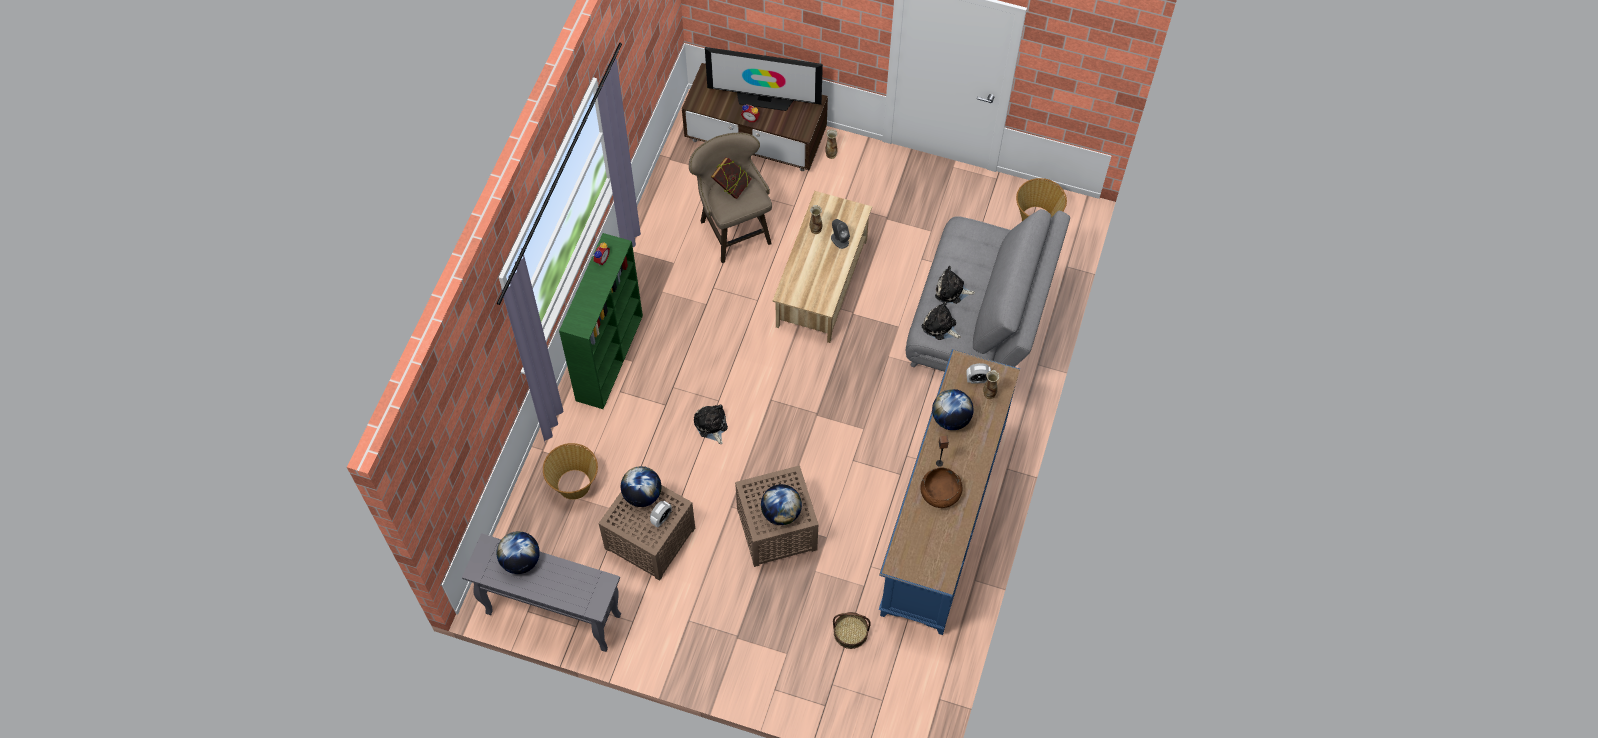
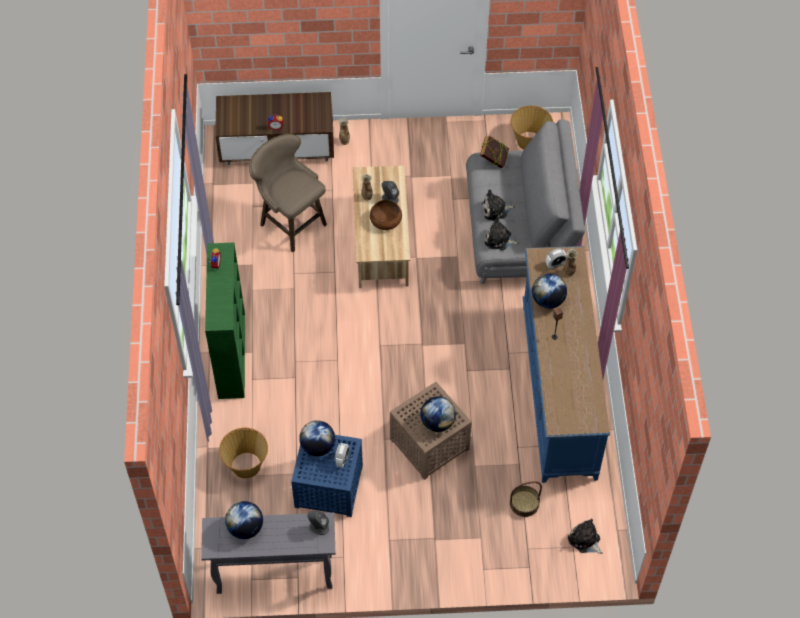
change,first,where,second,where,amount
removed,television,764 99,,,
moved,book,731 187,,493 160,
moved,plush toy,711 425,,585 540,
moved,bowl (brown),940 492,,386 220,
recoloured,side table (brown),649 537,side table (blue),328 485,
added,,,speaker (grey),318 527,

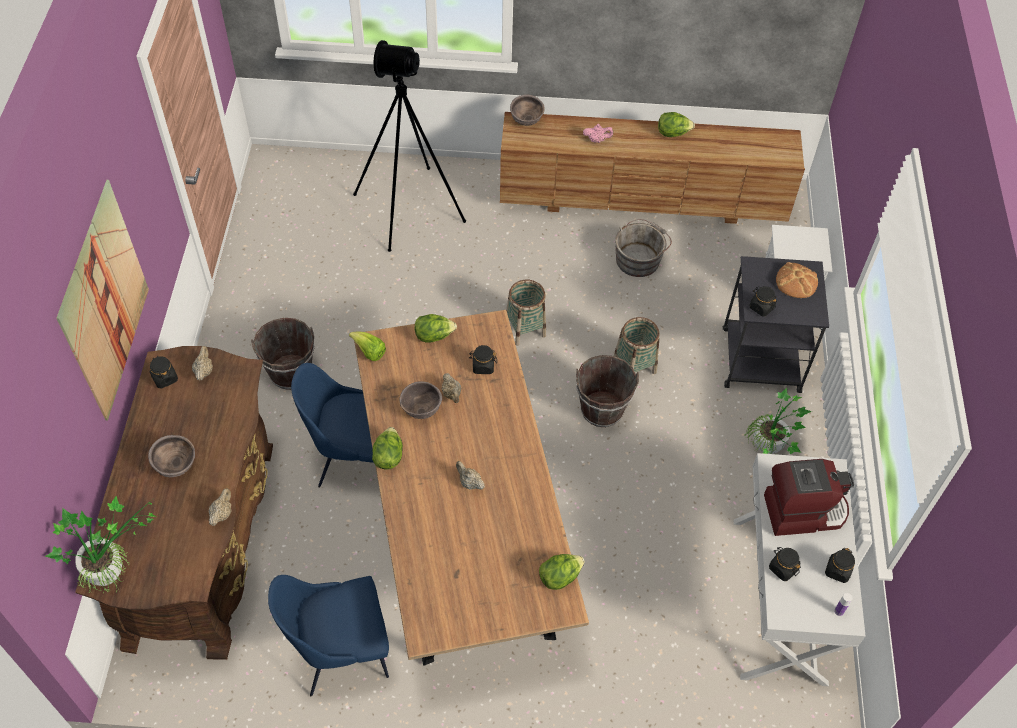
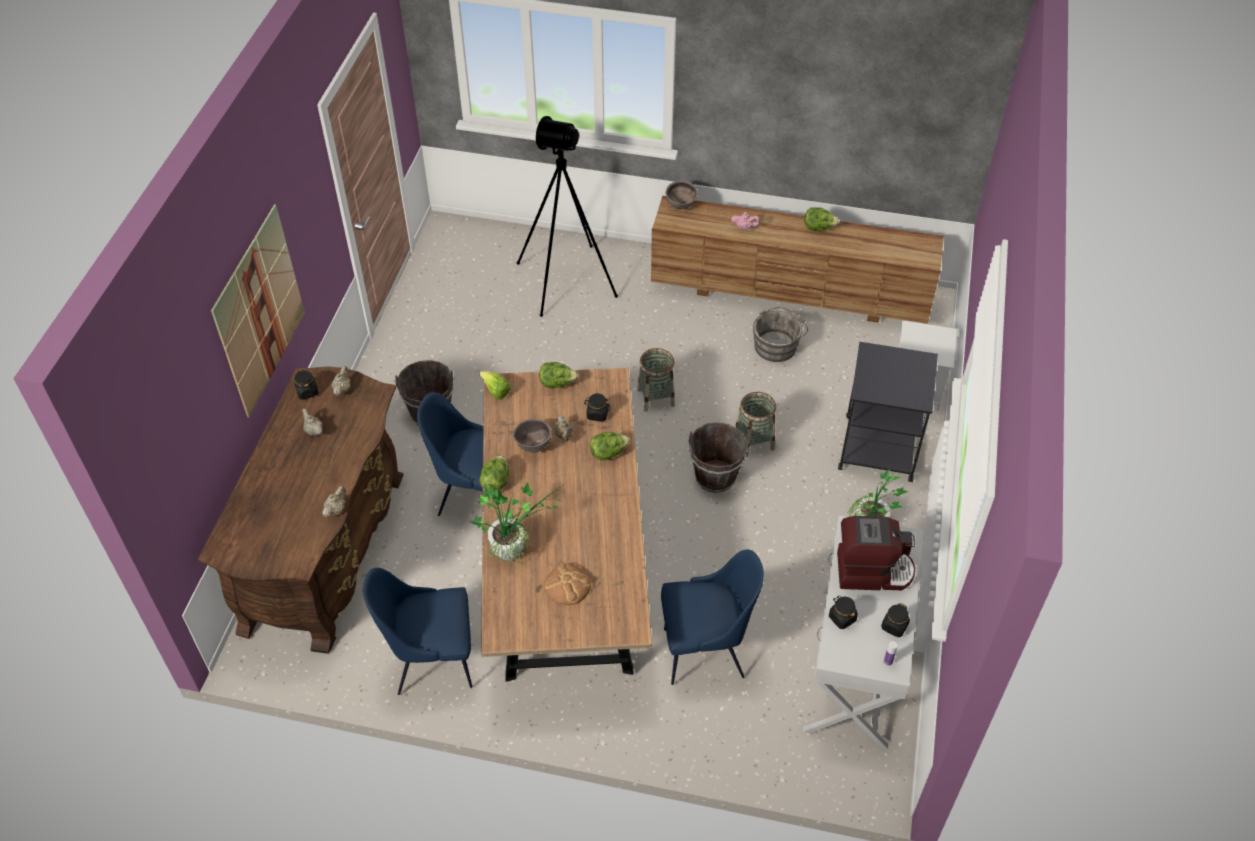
change,first,where,second,where,amount
moved,bread,796 281,,567 585,
removed,jar (black),761 307,,,
removed,bowl (brown),176 467,,,
moved,teapot (beige),469 483,,313 430,
moved,potted plant,113 567,,514 547,
moved,lettuce,560 577,,608 453,
added,,,chair (blue),704 653,

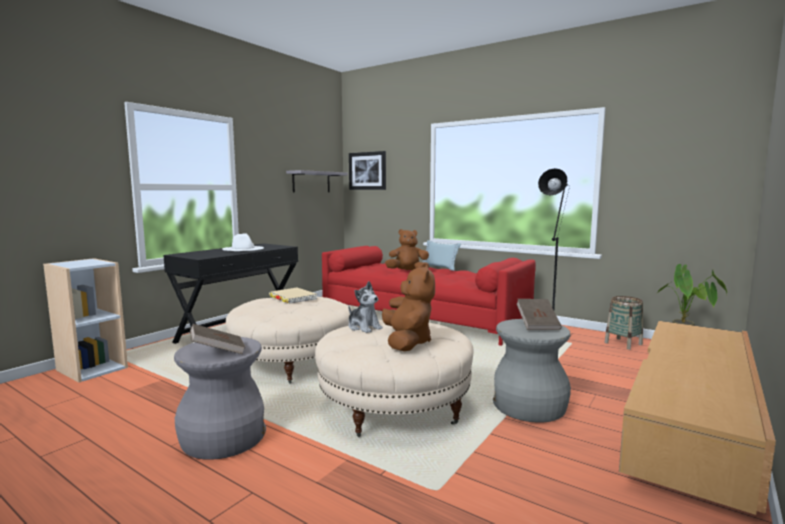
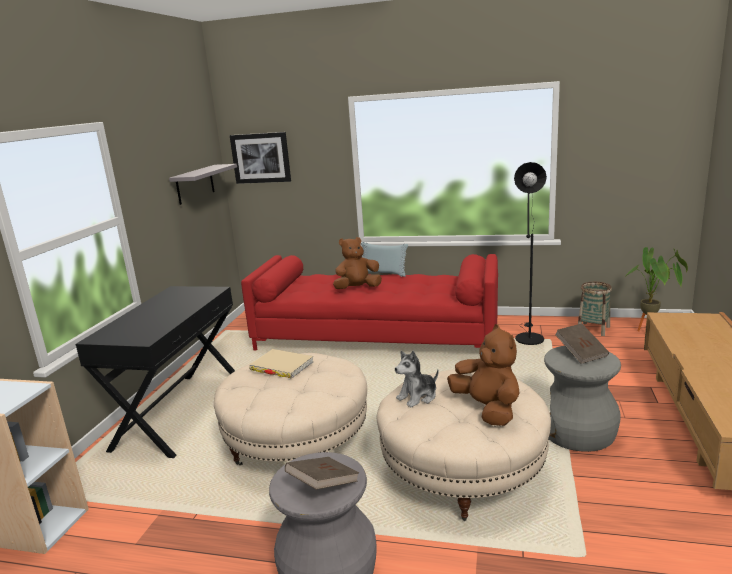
change,first,where,second,where,amount
removed,hat (white),243 248,,,
turned,plush toy,364 327,,418 397,120 degrees clockwise

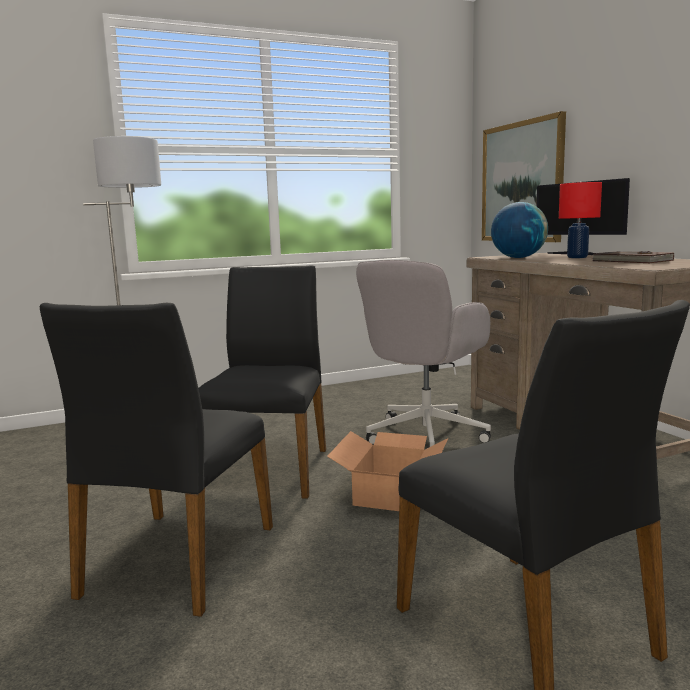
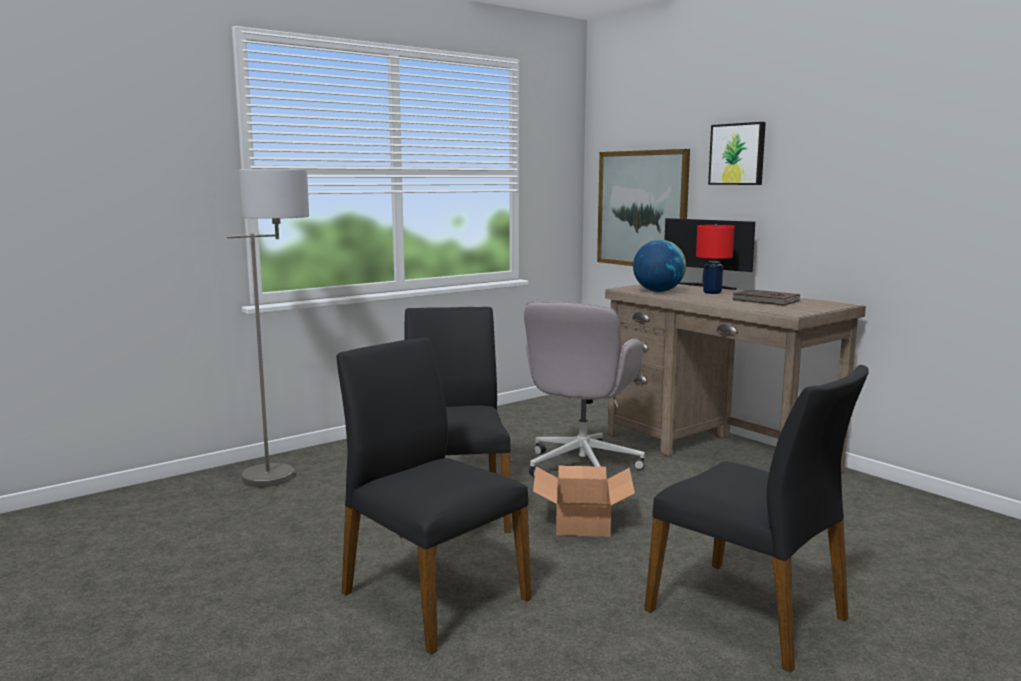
change,first,where,second,where,amount
turned,chair (black),177 560,,431 596,135 degrees clockwise
added,,,picture,737 154,

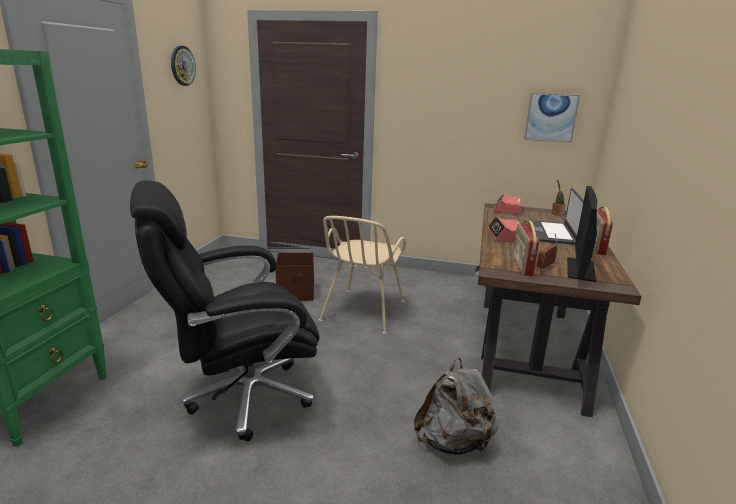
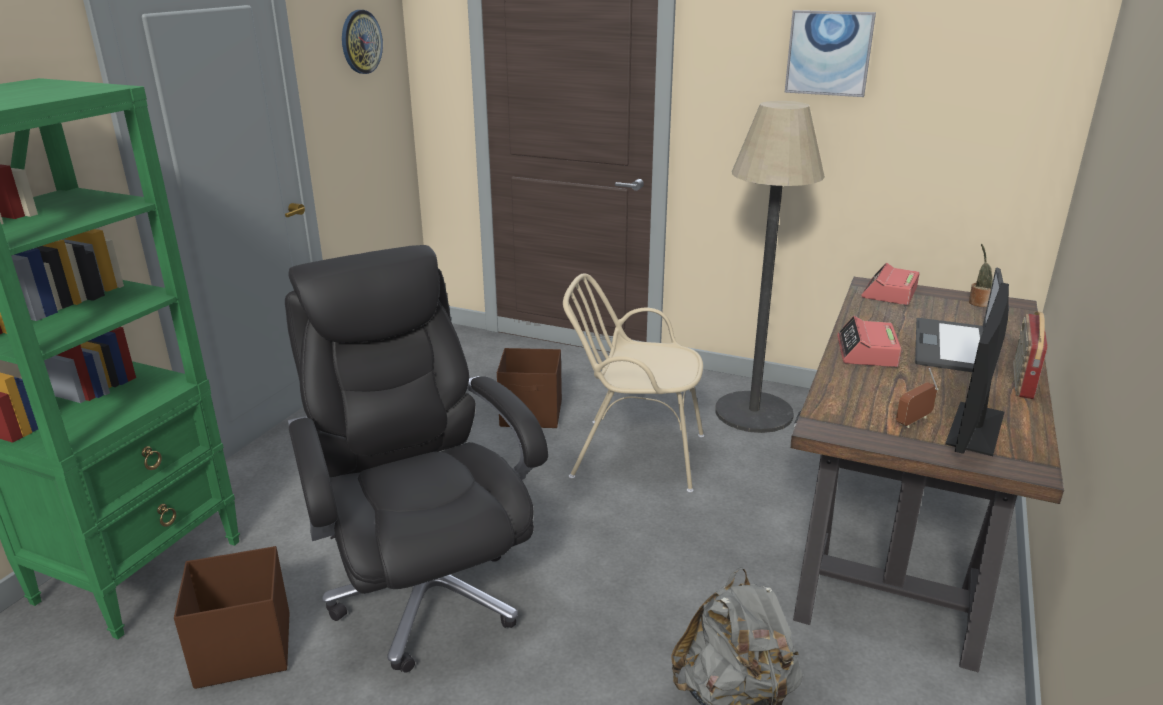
change,first,where,second,where,amount
moved,picture,551 117,,829 53,
turned,office chair (black),242 399,,425 593,75 degrees clockwise
turned,chair (beige),362 312,,632 454,75 degrees clockwise
removed,radio,521 265,,,
added,,,floor lamp,753 412,
added,,,storage box (brown),242 650,

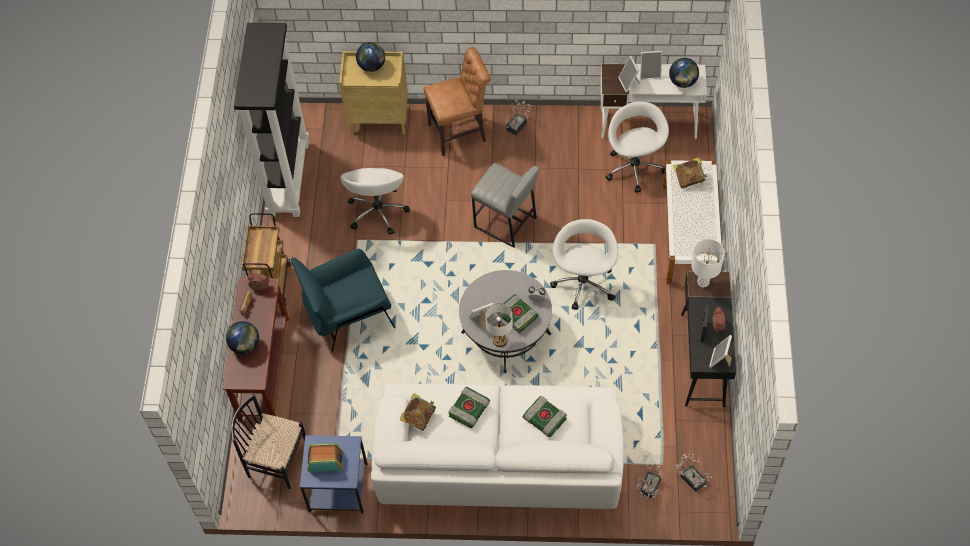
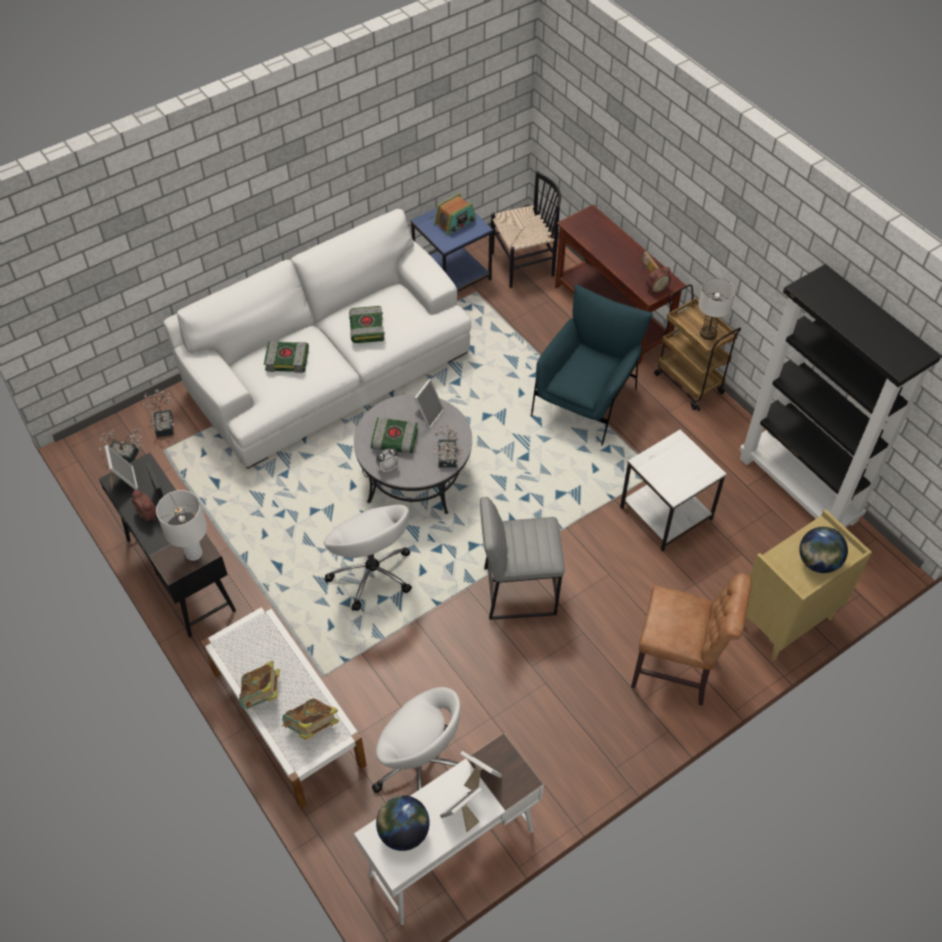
change,first,where,second,where,amount
turned,chair (brown),460 132,,677 670,105 degrees counterclockwise
moved,potted plant,518 124,,447 459,
replaced,office chair (white),377 214,side table (white),666 512,
moved,table lamp,499 340,,708 333,
removed,globe,245 345,,,
moved,book,418 417,,262 694,

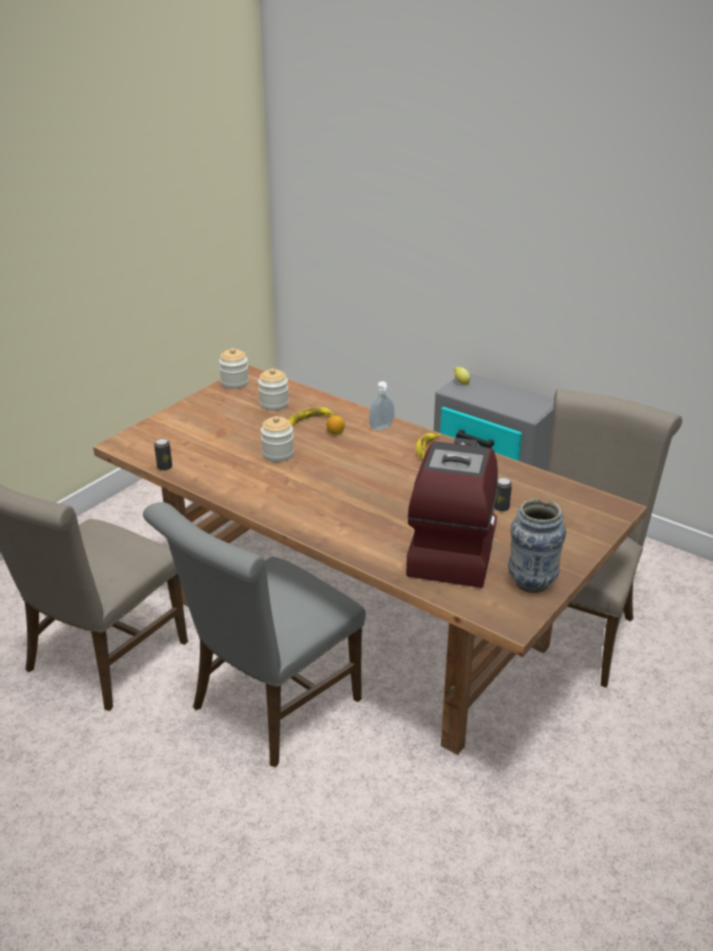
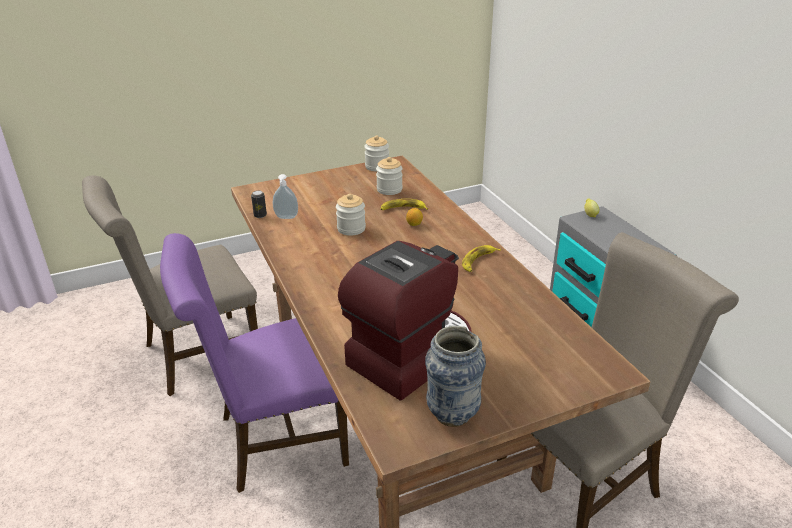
change,first,where,second,where,amount
moved,soap dispenser,382 428,,286 218,
removed,can,501 507,,,
recoloured,chair (grey),268 708,chair (purple),273 441,

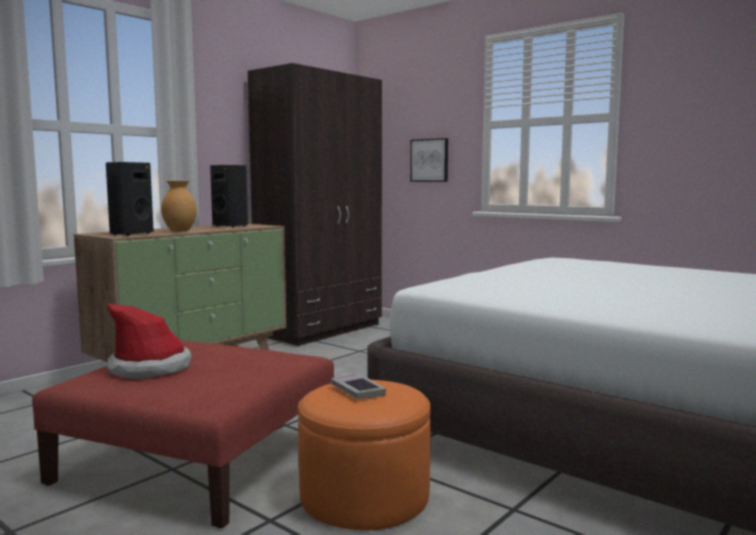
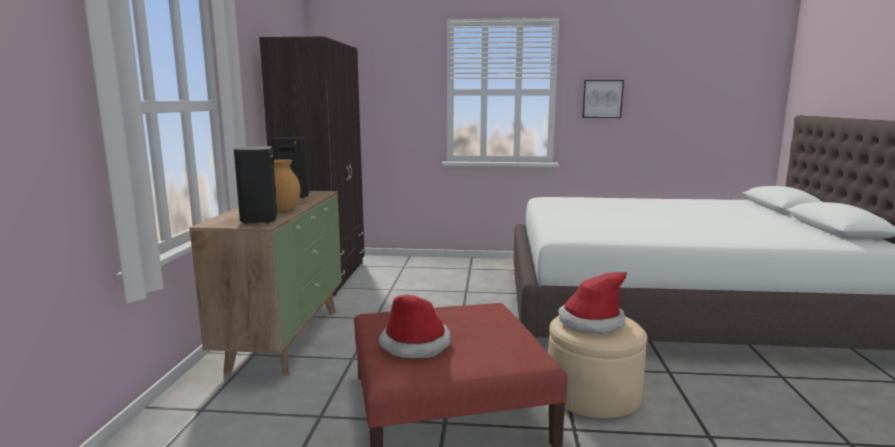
change,first,where,second,where,amount
moved,picture,429 160,,602 99,
replaced,book,357 391,hat,590 322,
recoloured,ottoman (orange),364 496,ottoman (beige),593 393,

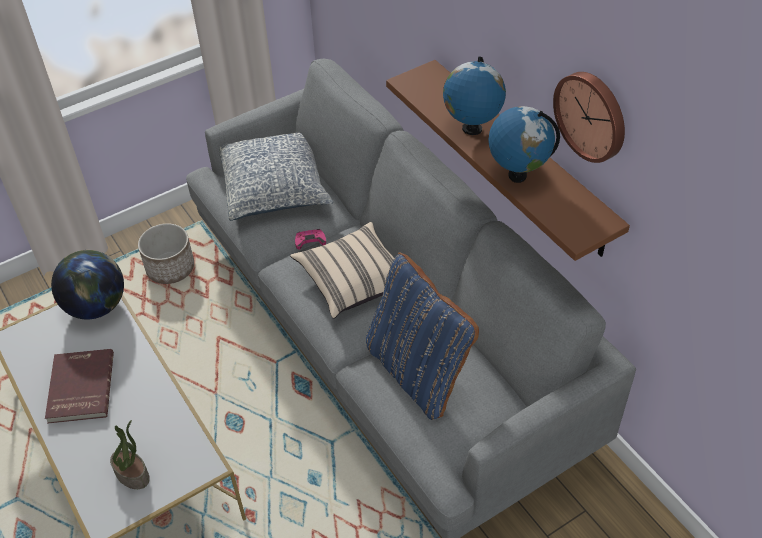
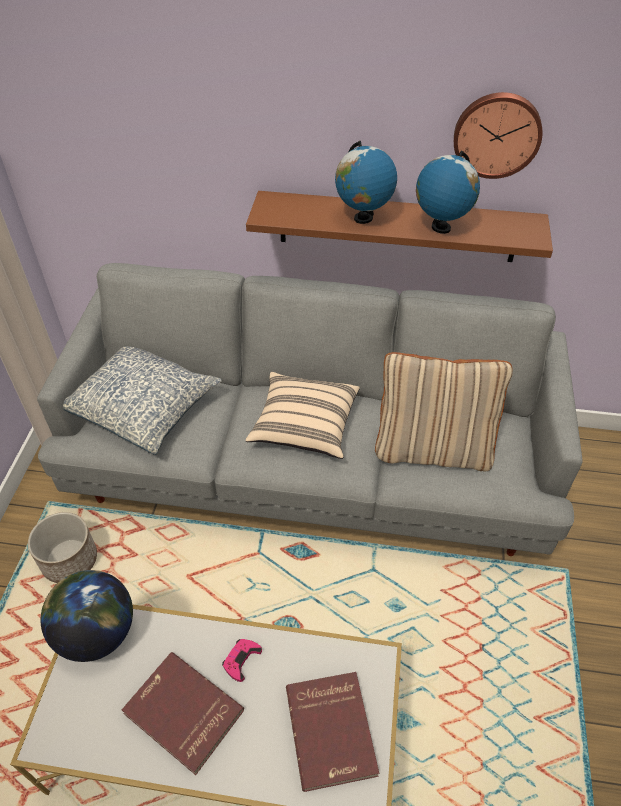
change,first,where,second,where,amount
moved,game controller (pink),310 240,,241 660,
recoloured,pillow (blue),418 371,pillow (beige),433 448,
replaced,potted plant,133 474,book (red),332 730,

